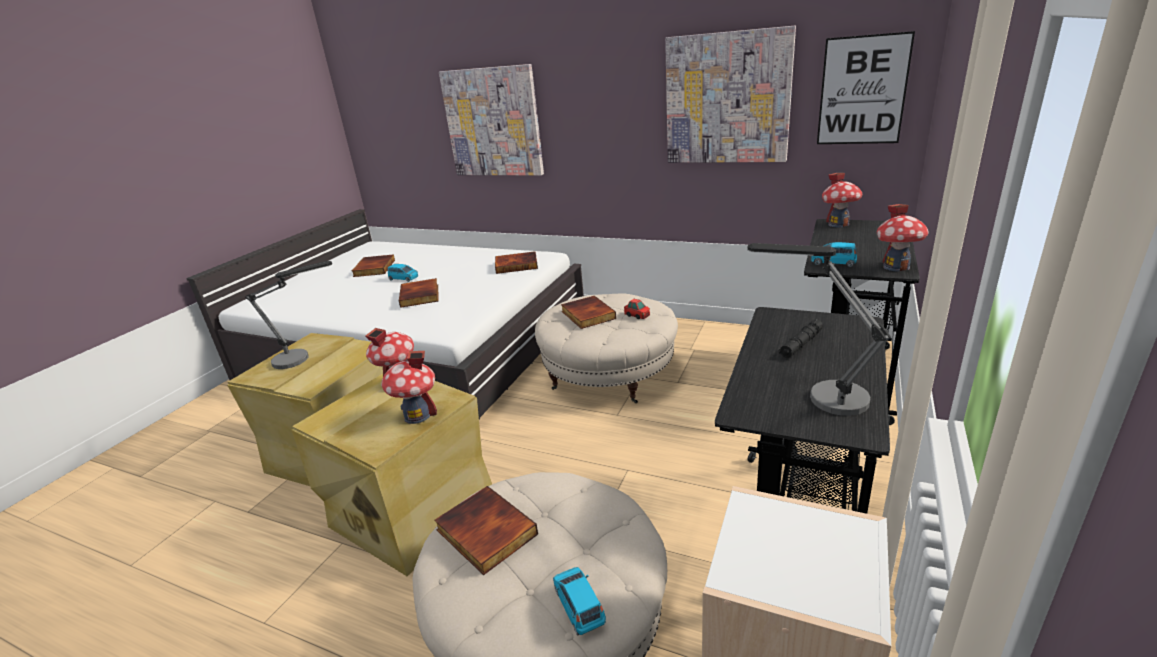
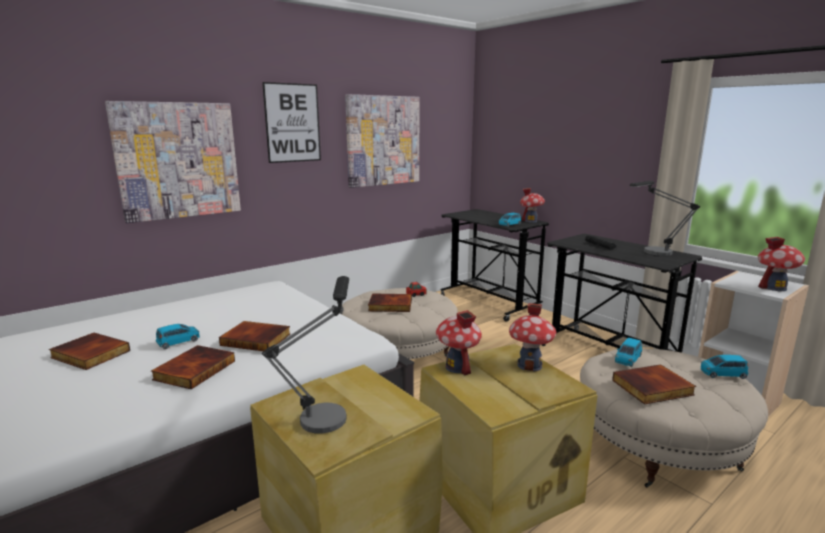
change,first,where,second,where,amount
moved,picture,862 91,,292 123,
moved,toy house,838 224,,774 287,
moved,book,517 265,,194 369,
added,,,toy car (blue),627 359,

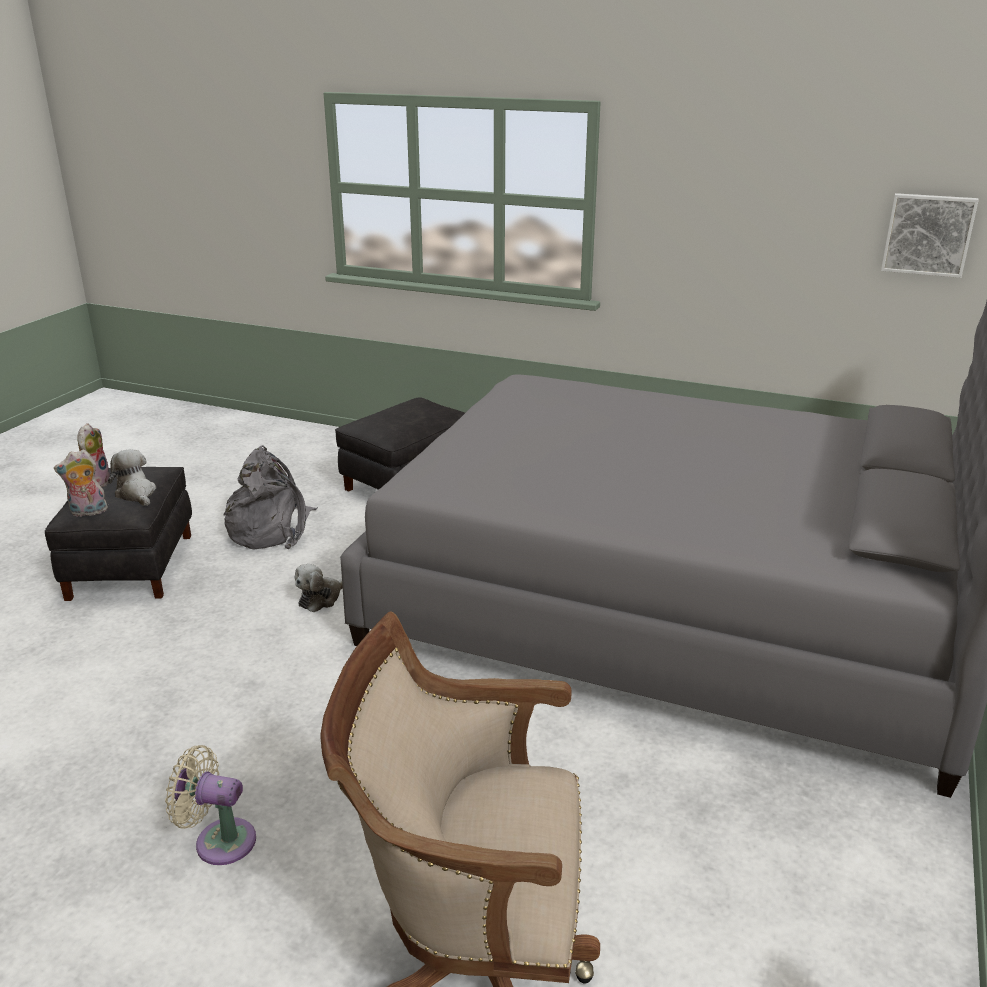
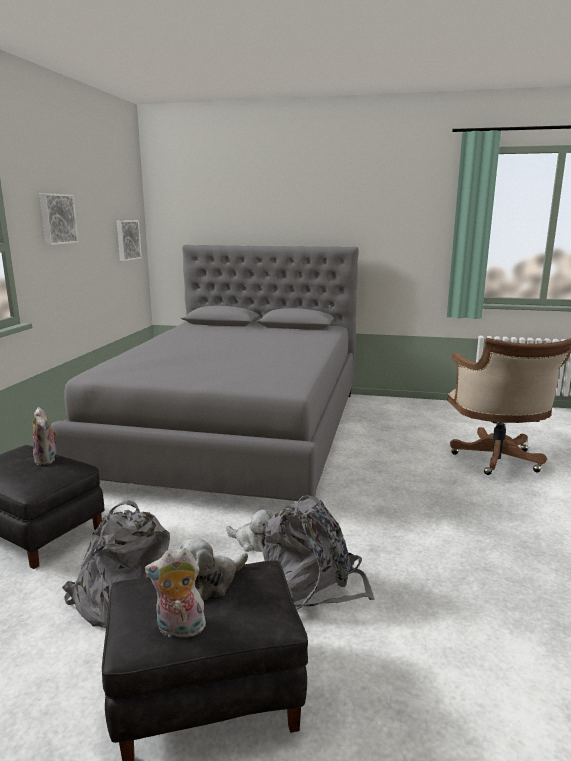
change,first,where,second,where,amount
moved,plush toy,88 512,,47 459,
removed,fan (beige),219 840,,,
added,,,picture,57 219,
added,,,backpack (grey),313 586,

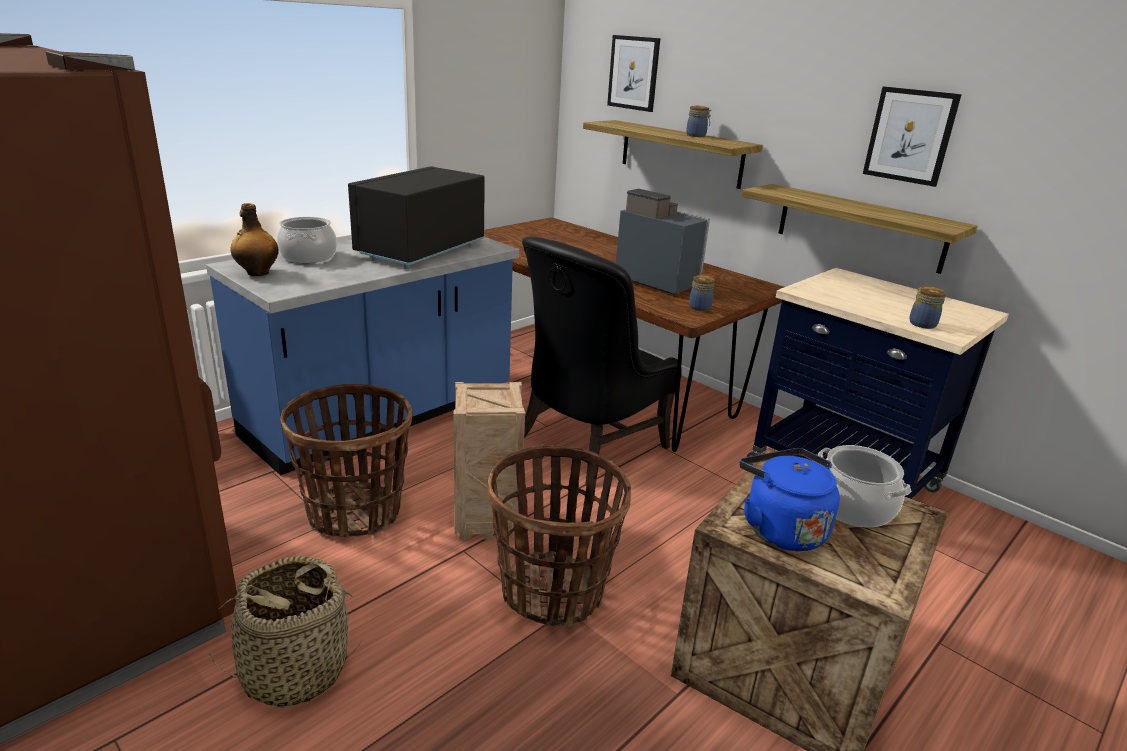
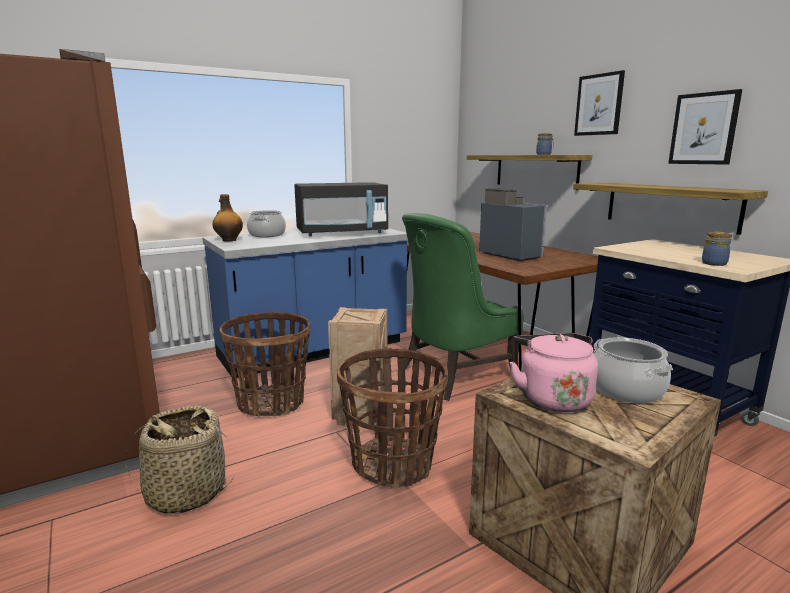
change,first,where,second,where,amount
moved,picture,633 73,,599 104,
turned,microwave (black),420 250,,342 233,150 degrees counterclockwise
recoloured,chair (black),588 445,chair (green),455 375,
removed,jar,700 307,,,
recoloured,kettle (blue),780 528,kettle (pink),551 398,

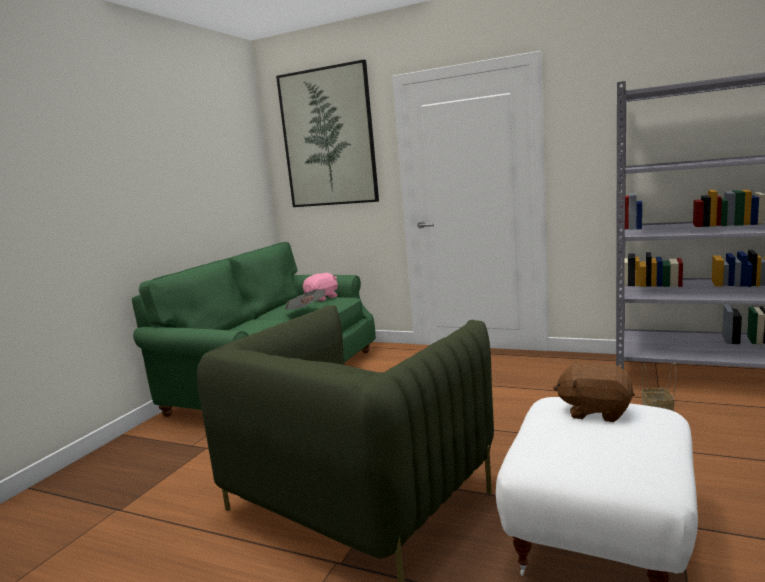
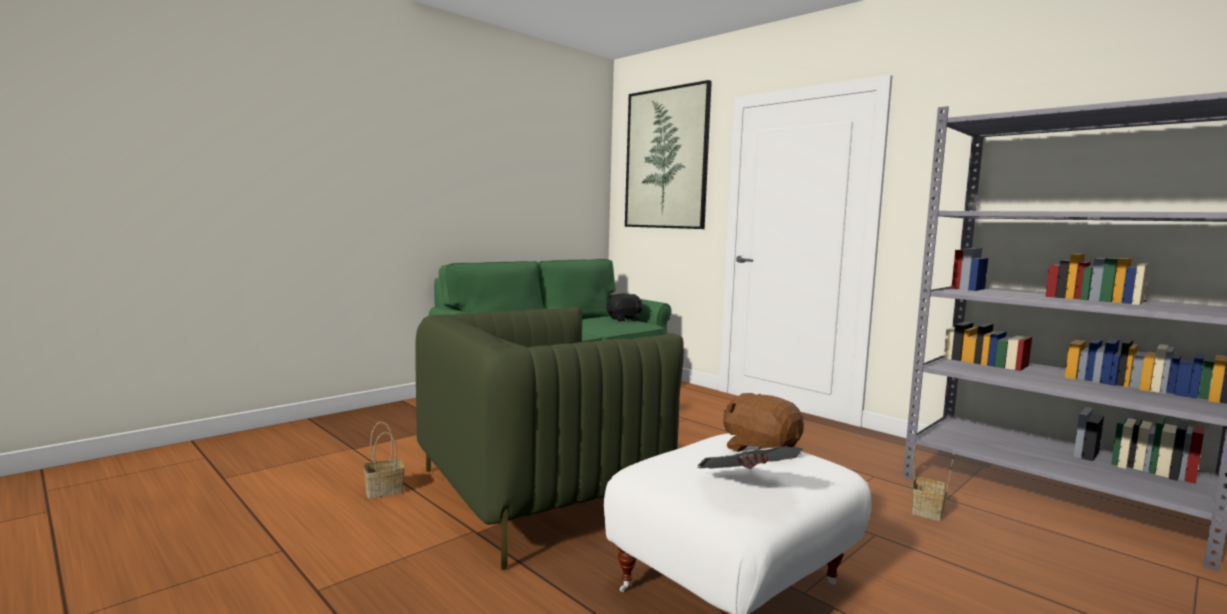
change,first,where,second,where,amount
recoloured,plush toy (pink),322 298,plush toy (black),624 319,
moved,newspaper,306 311,,746 486,
added,,,basket,383 491,

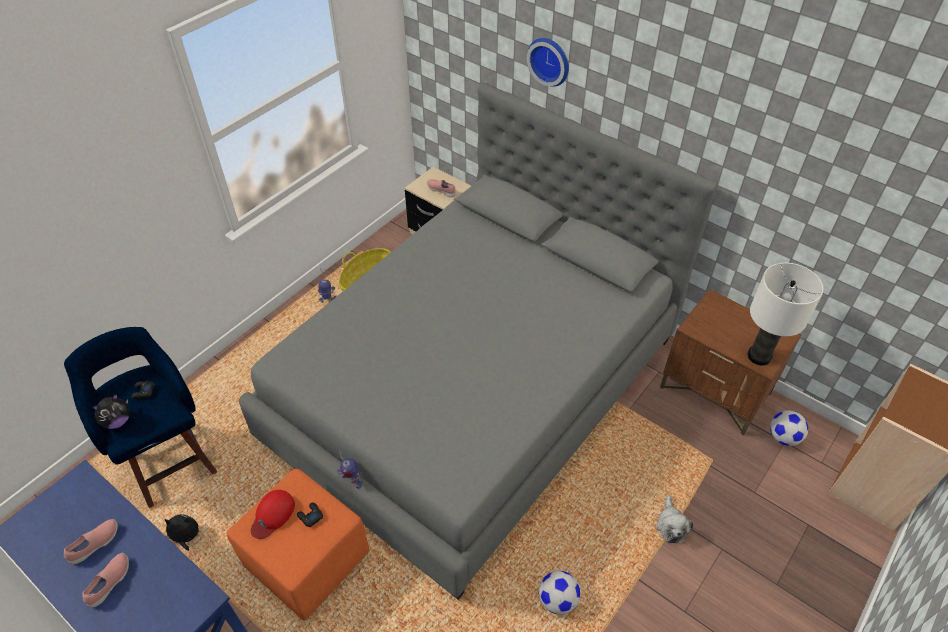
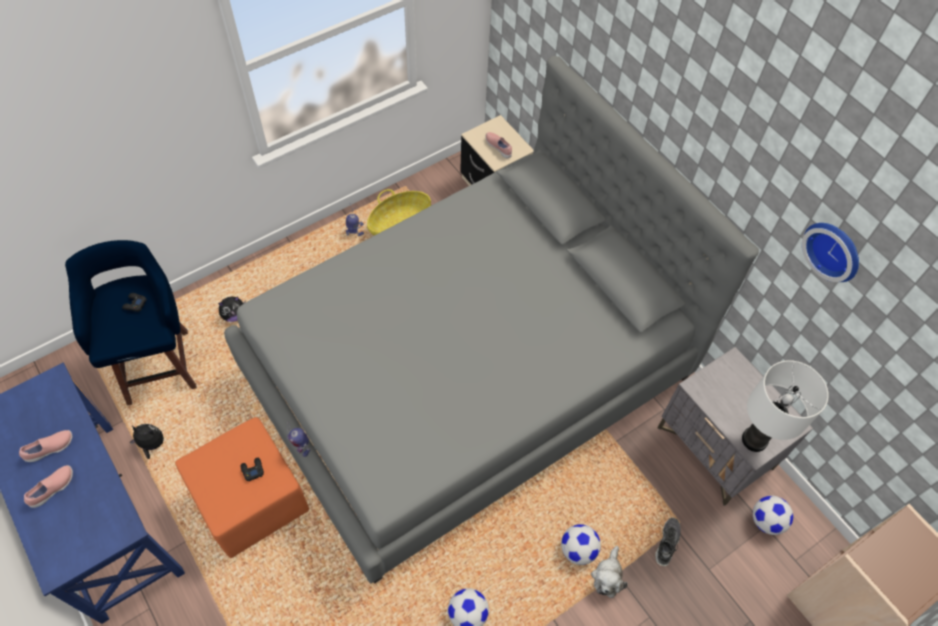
change,first,where,second,where,amount
moved,wall clock,550 60,,834 249,
recoloured,nightstand (brown),715 391,nightstand (grey),715 448,
moved,plush toy,118 421,,234 315,
removed,cap (red),272 515,,,
added,,,shoe,667 542,
added,,,football,578 550,

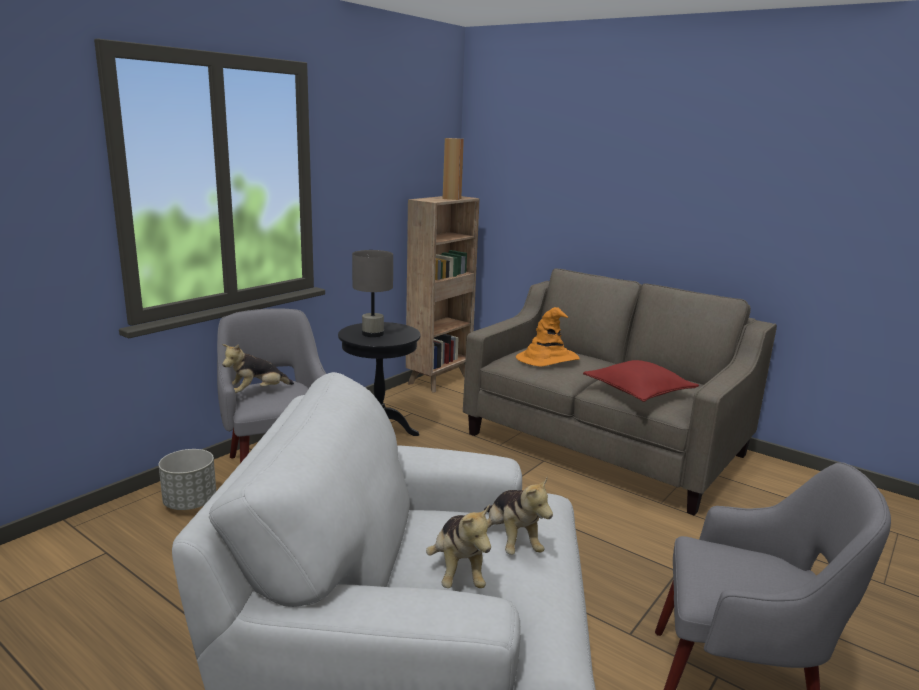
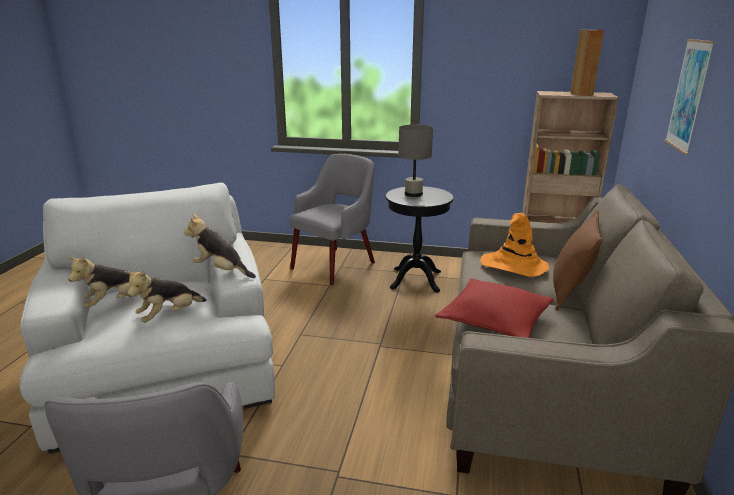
change,first,where,second,where,amount
moved,plush toy,257 392,,221 271,
removed,planter (grey),190 503,,,
added,,,picture,688 95,
added,,,pillow (brown),569 293,

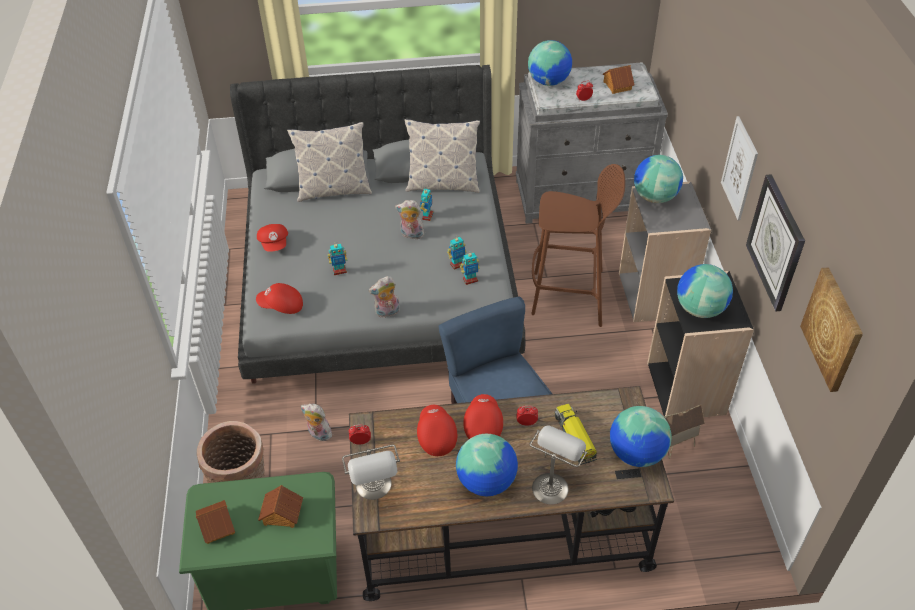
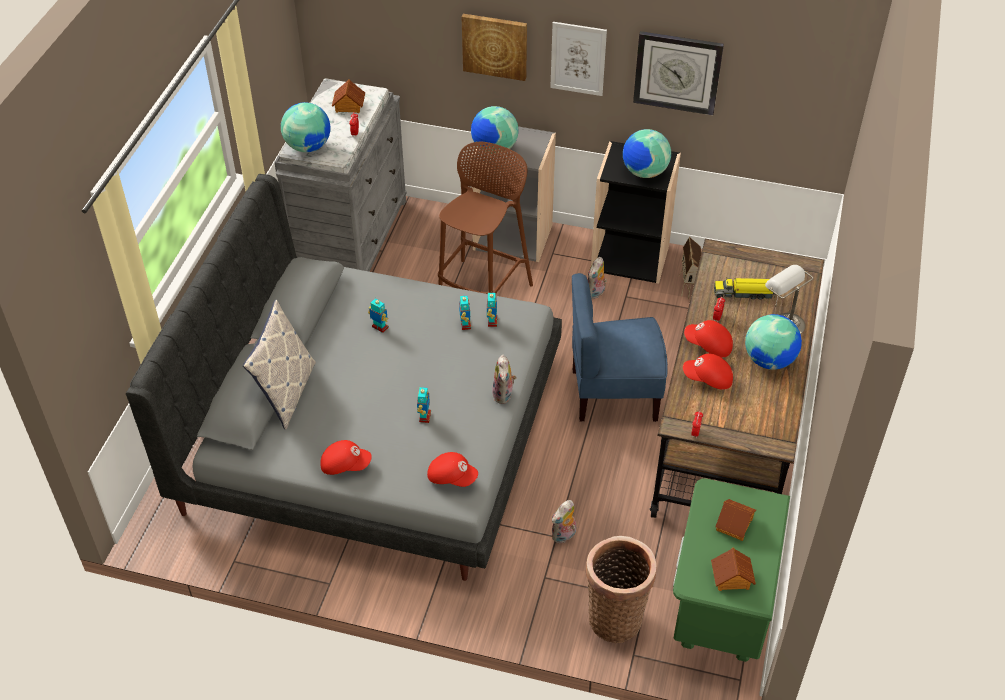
change,first,where,second,where,amount
removed,pillow,443 184,,,
moved,plush toy,411 235,,596 293,
moved,picture,833 329,,495 46,
turned,cap (red),281 306,,452 477,90 degrees counterclockwise
removed,globe,636 453,,,
removed,table lamp (white),376 490,,,

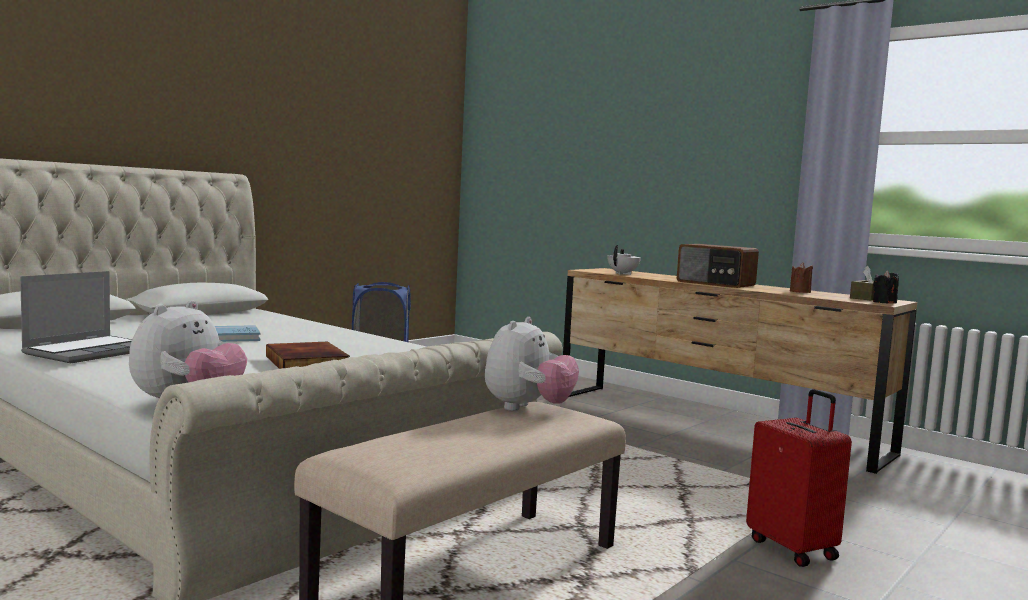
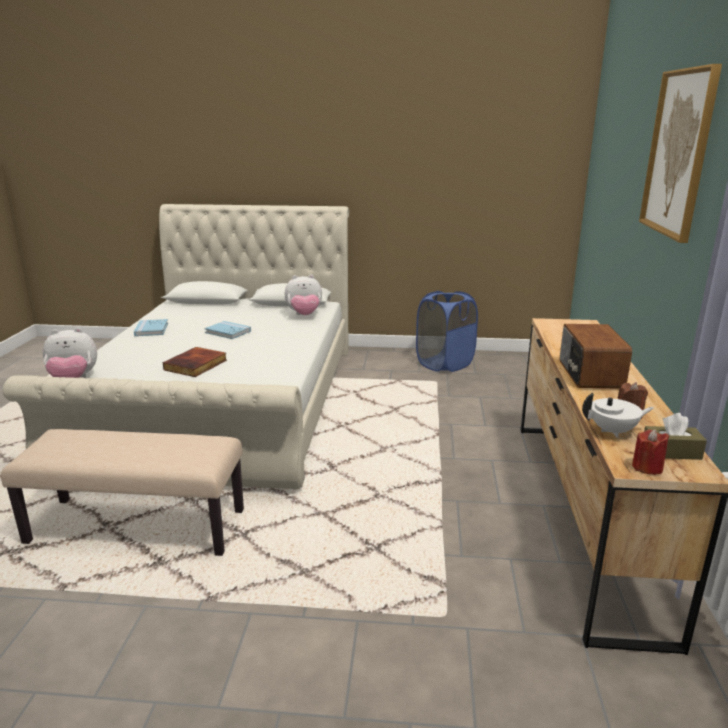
change,first,where,second,where,amount
moved,teapot (white),623 274,,613 431,
recoloured,candle (black),884 302,candle (red),647 467,
replaced,laptop,90 351,book (blue),151 329,
moved,plush toy,527 408,,304 315,
removed,suitcase (red),793 548,,,
added,,,picture,678 153,

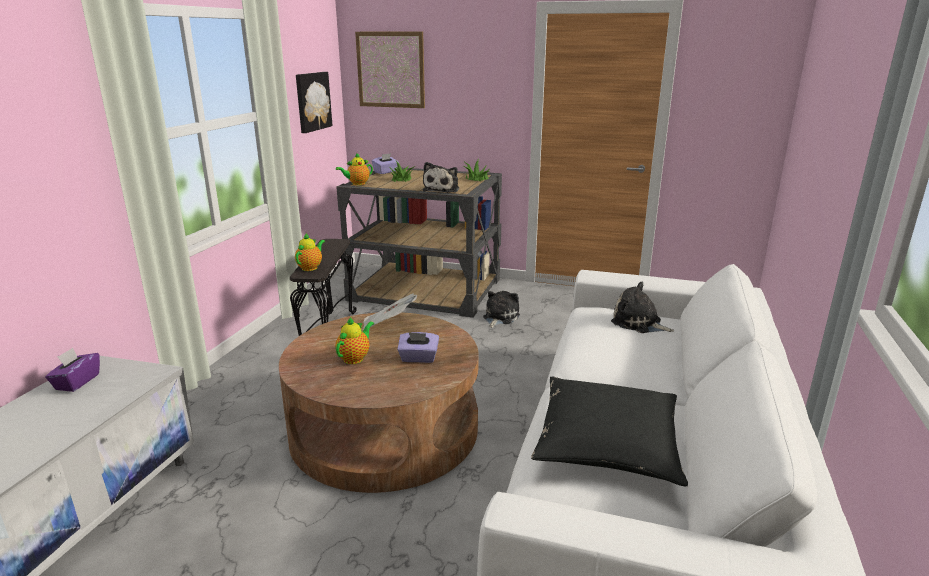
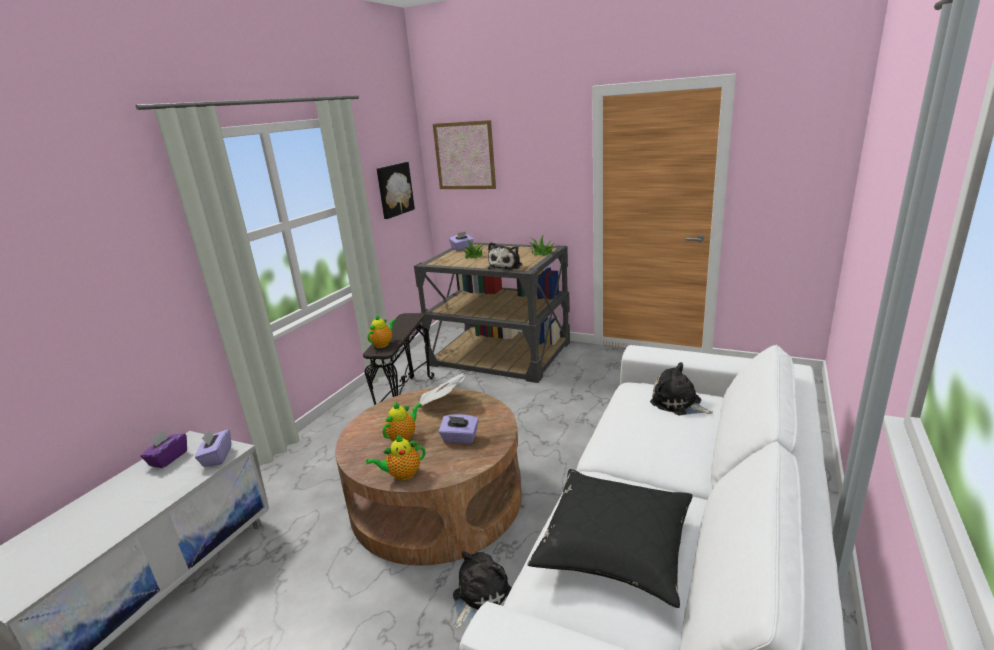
change,first,where,second,where,amount
moved,teapot,357 184,,402 475,
moved,plush toy,499 317,,479 596,
added,,,tissue box (purple),217 457,

